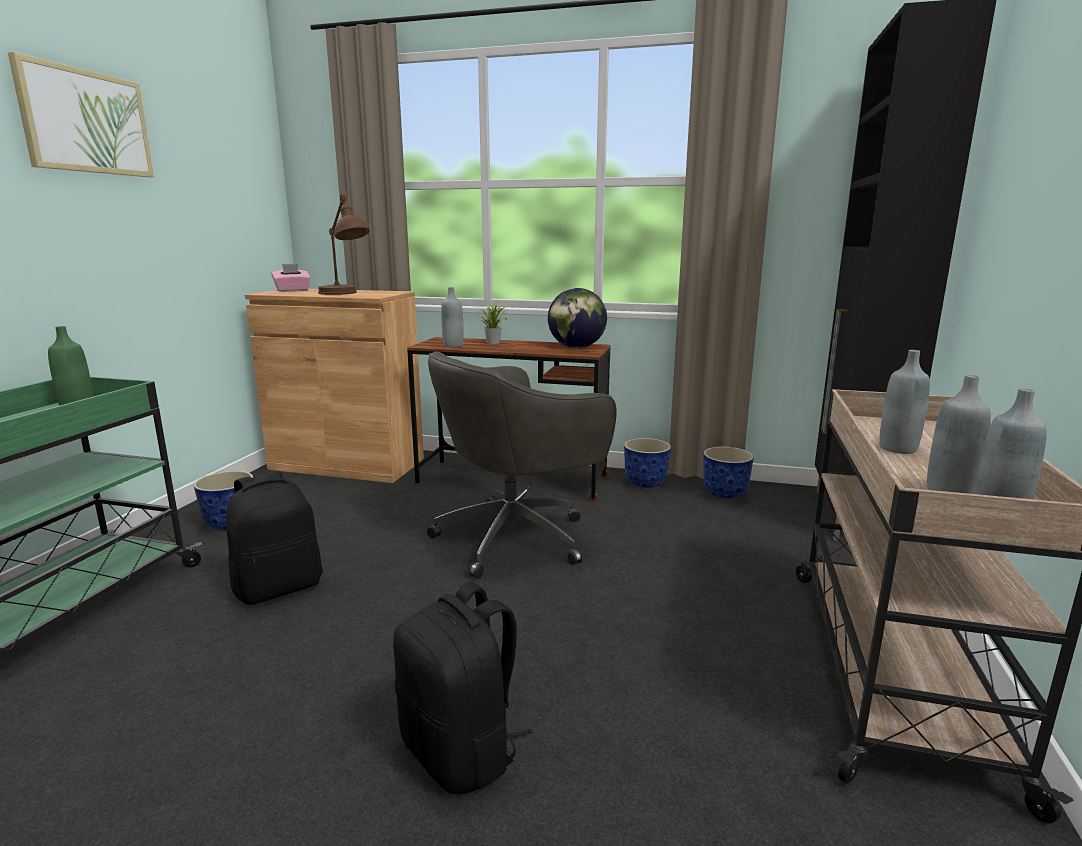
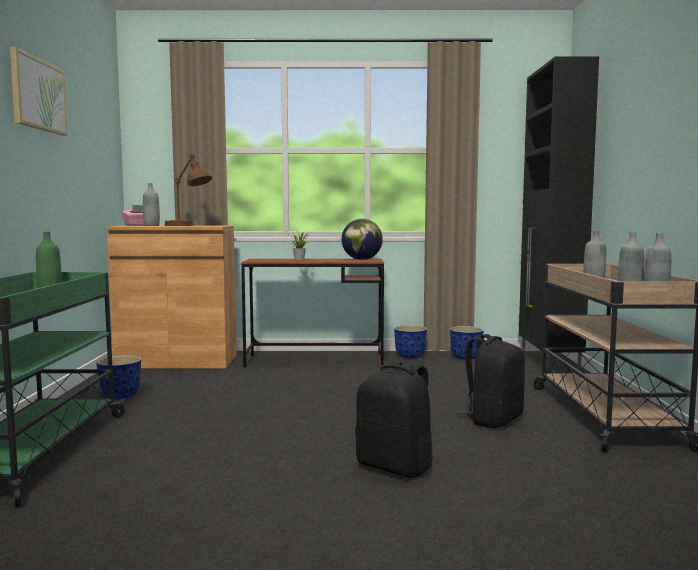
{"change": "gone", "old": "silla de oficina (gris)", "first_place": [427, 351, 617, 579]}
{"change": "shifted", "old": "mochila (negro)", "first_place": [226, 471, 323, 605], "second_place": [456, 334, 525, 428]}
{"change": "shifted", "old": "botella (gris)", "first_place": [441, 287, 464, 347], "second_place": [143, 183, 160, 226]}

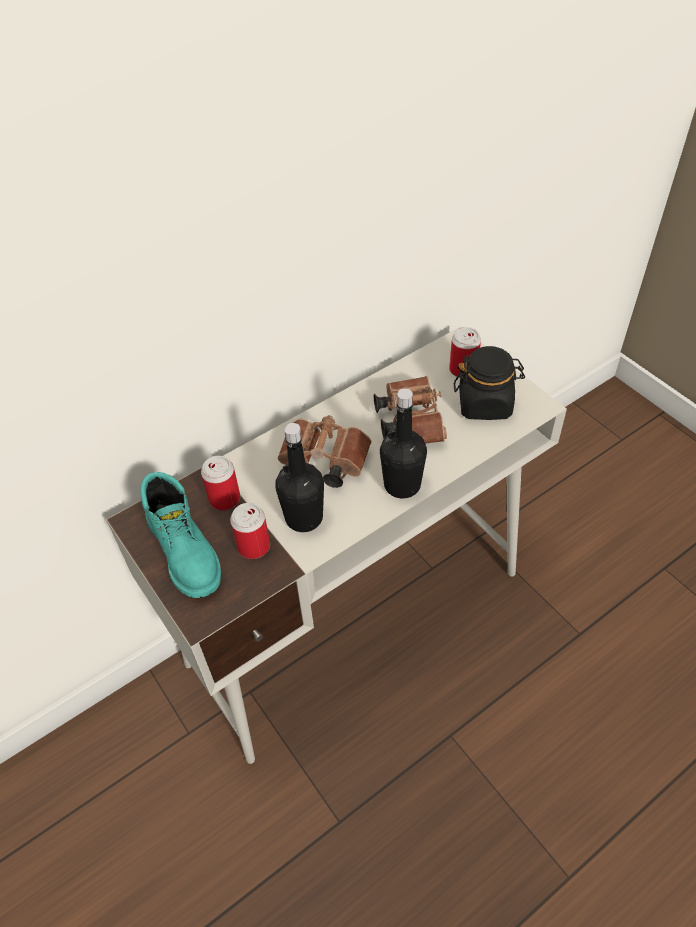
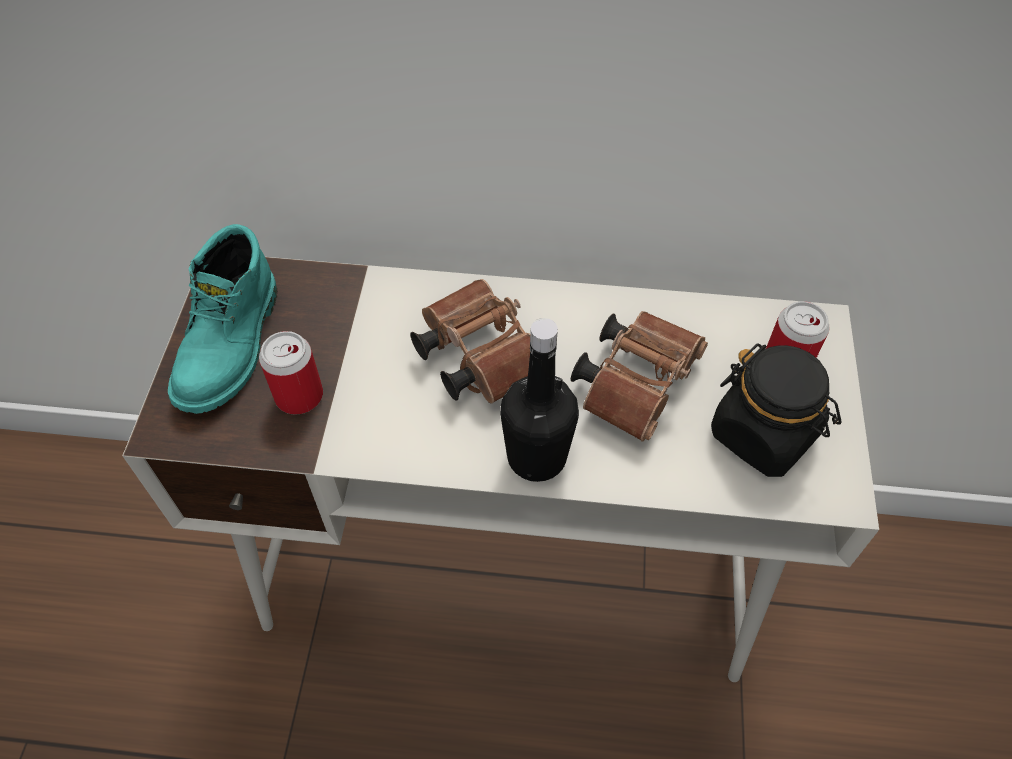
{"change": "gone", "old": "lata", "first_place": [201, 456, 240, 510]}
{"change": "gone", "old": "botella (negro)", "first_place": [275, 423, 324, 532]}

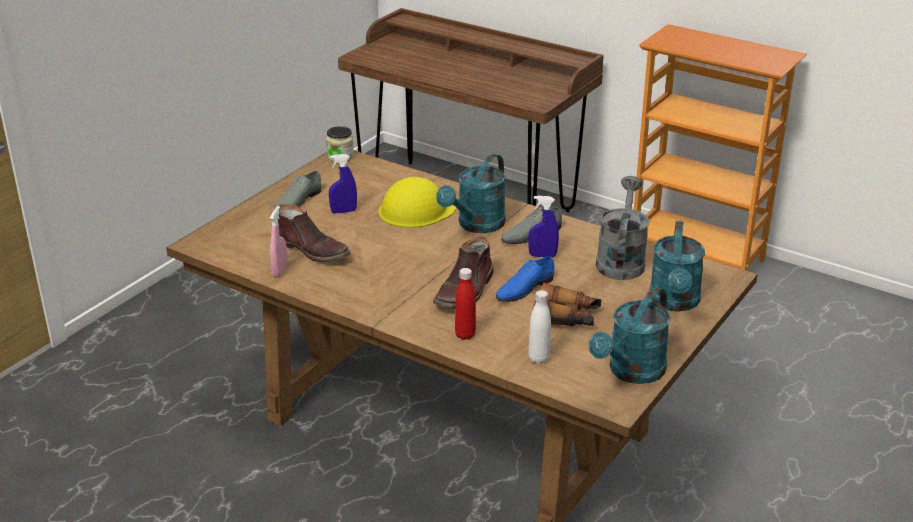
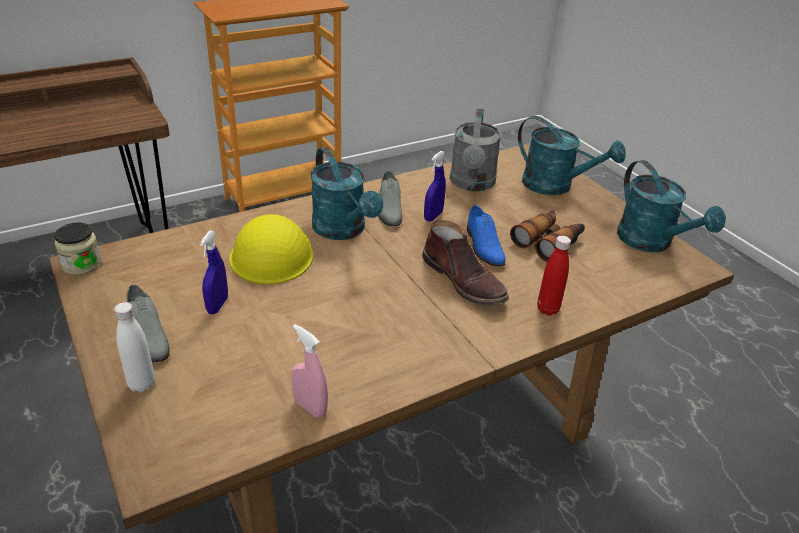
{"change": "gone", "old": "bota (marrón)", "first_place": [278, 204, 350, 262]}
{"change": "shifted", "old": "botella (blanco)", "first_place": [529, 290, 551, 364], "second_place": [114, 302, 155, 392]}
{"change": "rotated", "old": "regadera (gris)", "first_place": [596, 176, 650, 280], "second_place": [450, 108, 501, 191], "degrees": -120}

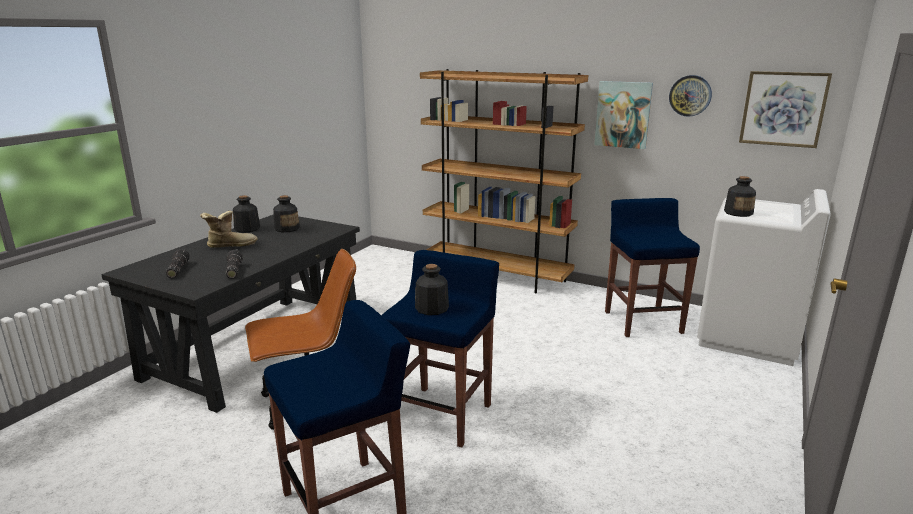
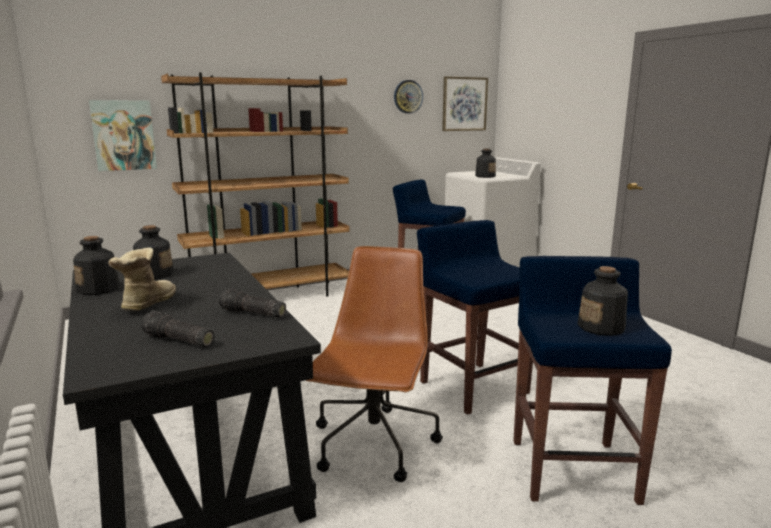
{"change": "shifted", "old": "botella", "first_place": [415, 264, 449, 315], "second_place": [577, 266, 628, 336]}
{"change": "shifted", "old": "cuadro", "first_place": [594, 81, 653, 149], "second_place": [89, 100, 157, 171]}

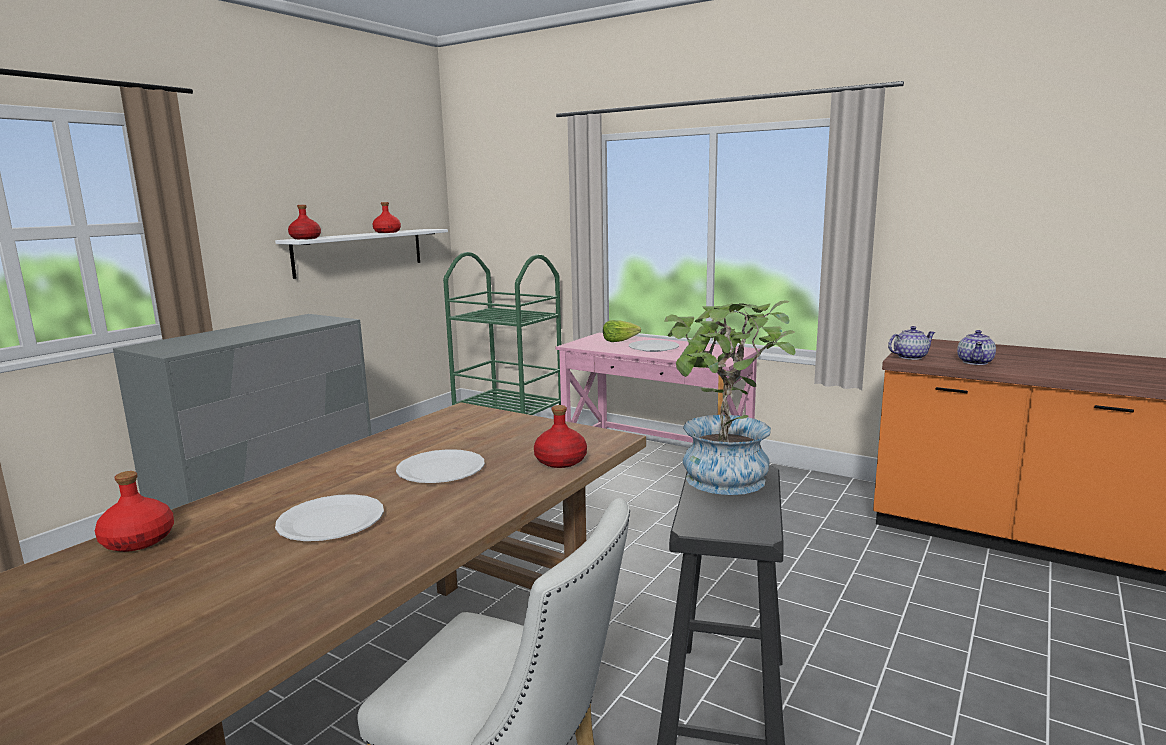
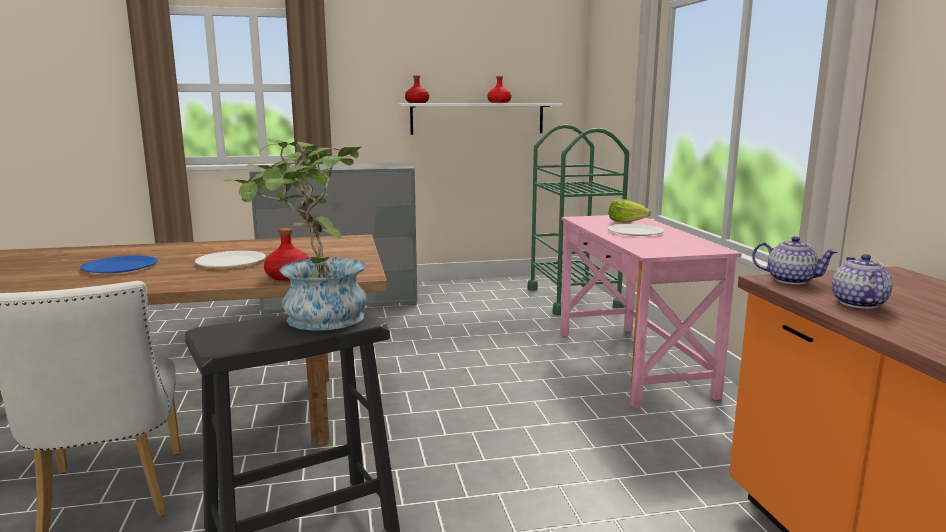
{"change": "gone", "old": "botella (rojo)", "first_place": [95, 471, 174, 552]}
{"change": "repainted", "old": "plato (blanco)", "new": "plato (azul)", "first_place": [275, 494, 384, 541], "second_place": [80, 255, 158, 273]}
{"change": "rotated", "old": "tetera", "first_place": [957, 330, 996, 365], "second_place": [832, 254, 893, 309], "degrees": 120}

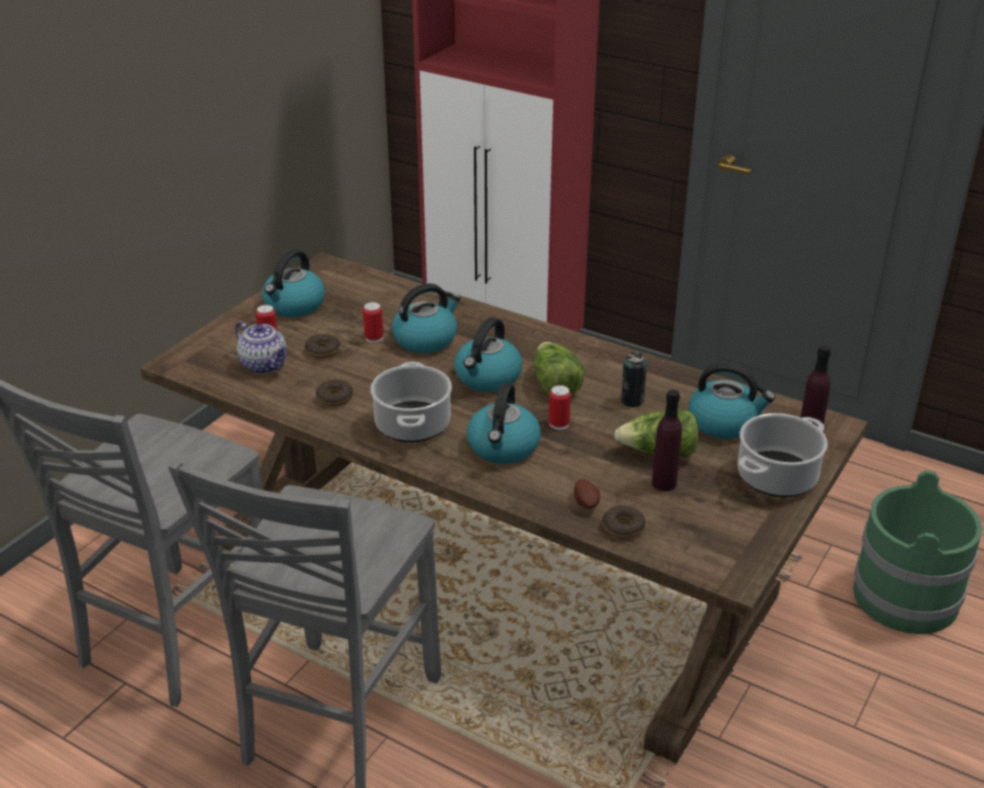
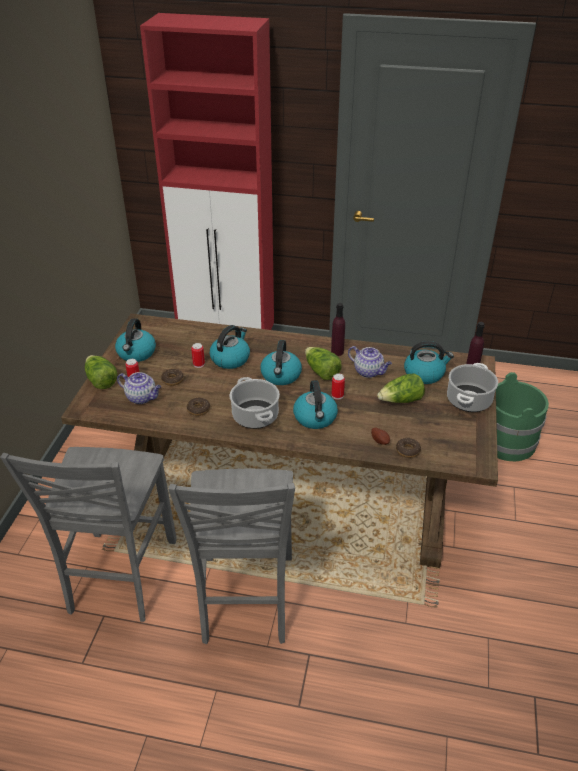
{"change": "new", "new": "lechuga", "second_place": [85, 355, 118, 389]}
{"change": "shifted", "old": "botella (morado)", "first_place": [652, 390, 682, 491], "second_place": [331, 303, 345, 356]}
{"change": "swapped", "old": "lata", "new": "tetera", "first_place": [621, 352, 647, 407], "second_place": [348, 346, 392, 378]}

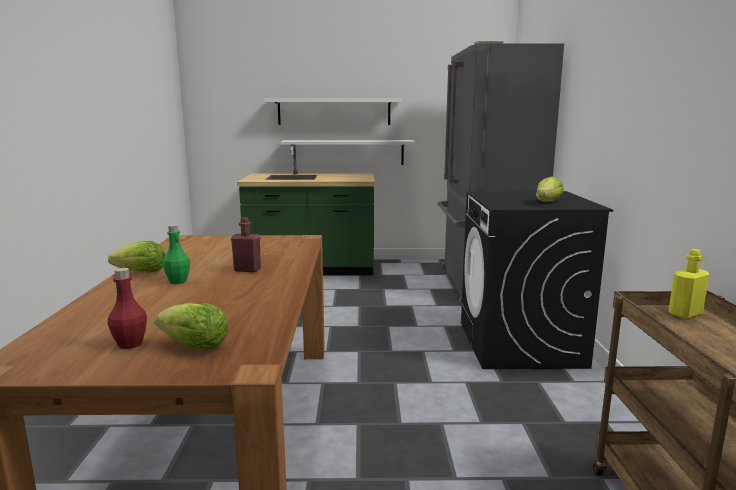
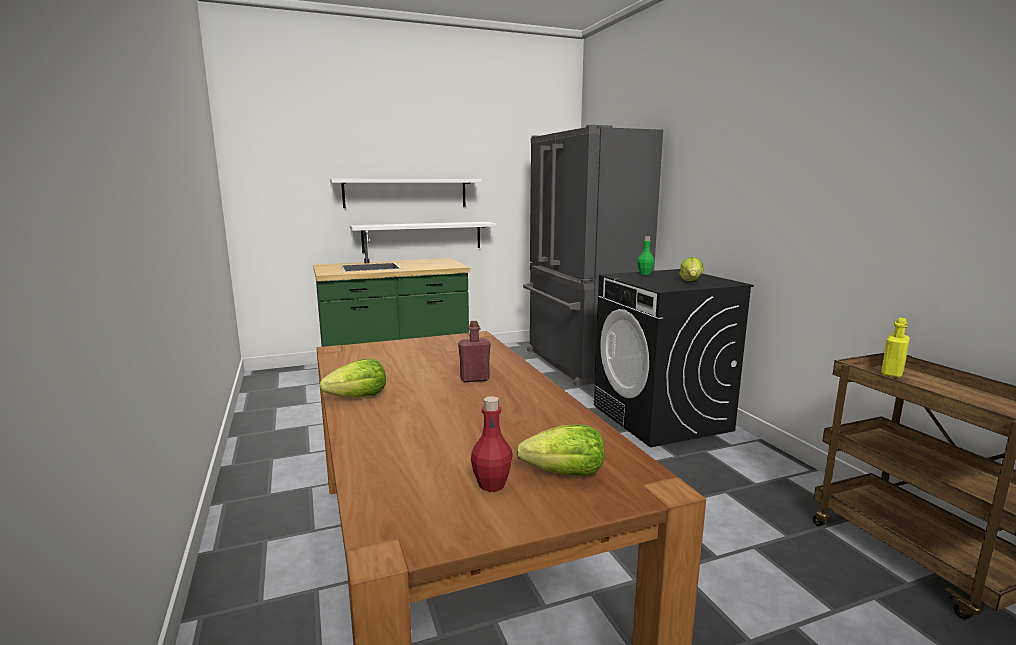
{"change": "shifted", "old": "botella (verde)", "first_place": [162, 225, 190, 284], "second_place": [637, 237, 654, 275]}

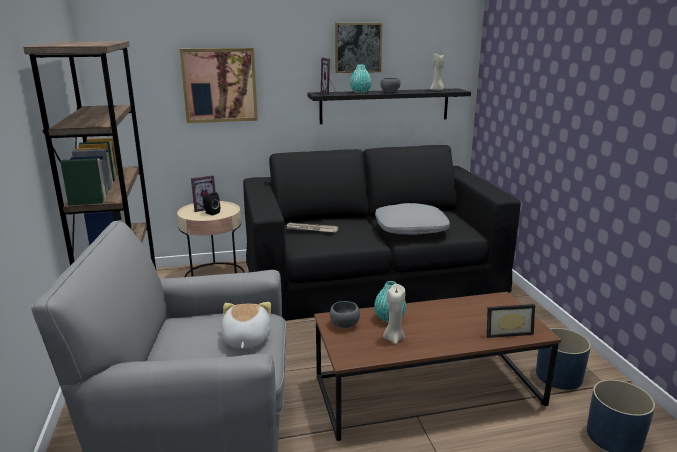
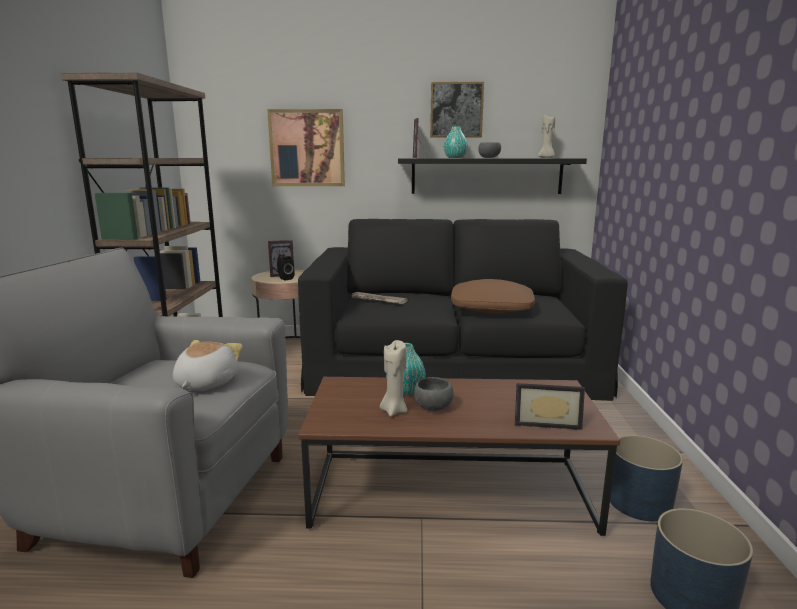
{"change": "shifted", "old": "cuenco (gris)", "first_place": [330, 301, 360, 328], "second_place": [414, 377, 454, 411]}
{"change": "repainted", "old": "cojín (gris)", "new": "cojín (marrón)", "first_place": [375, 203, 450, 235], "second_place": [451, 279, 535, 313]}

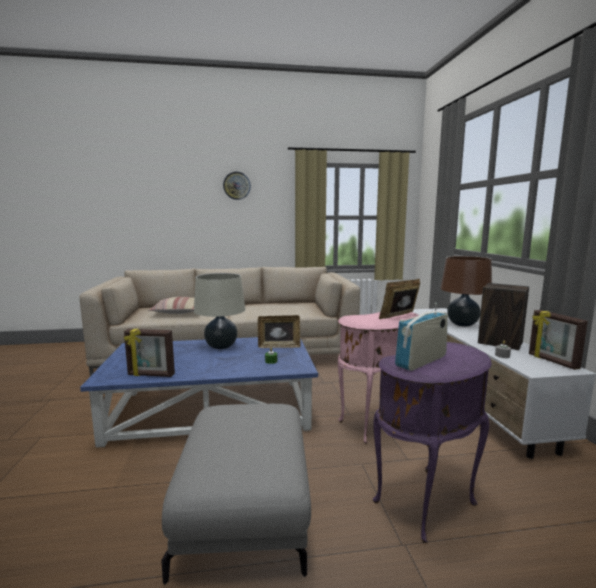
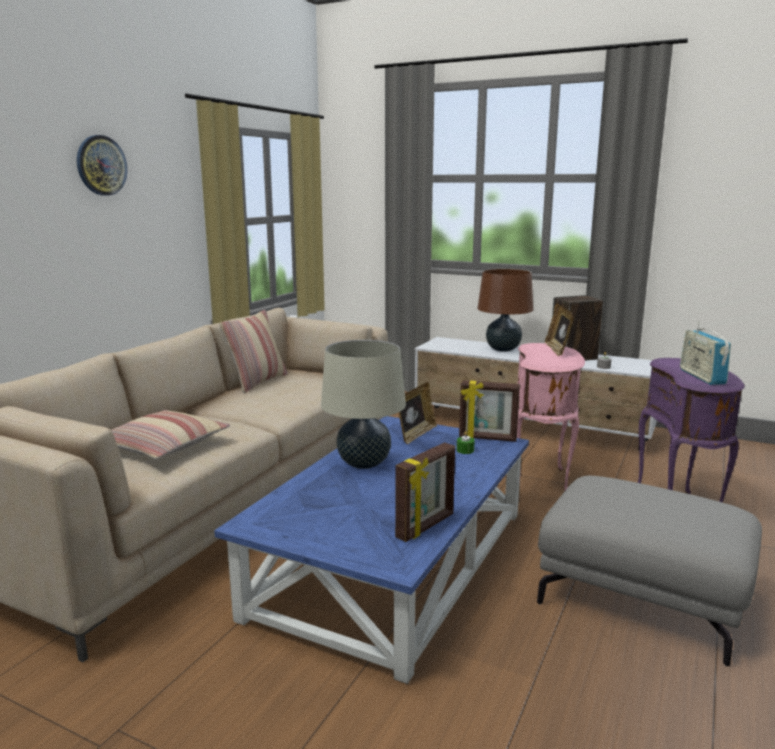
{"change": "new", "new": "cojín", "second_place": [219, 310, 288, 393]}
{"change": "shifted", "old": "portarretratos", "first_place": [529, 310, 588, 370], "second_place": [459, 380, 520, 442]}

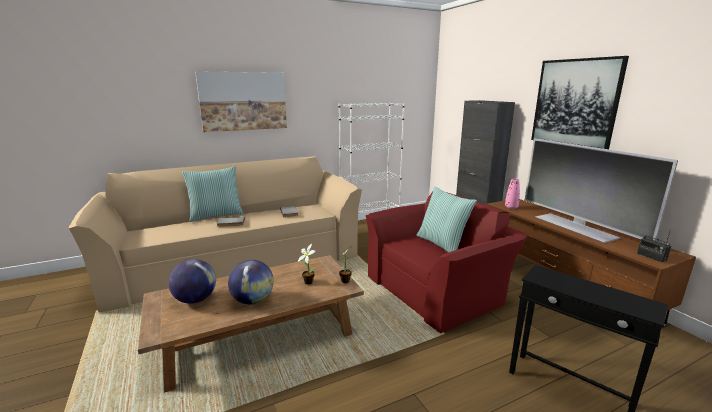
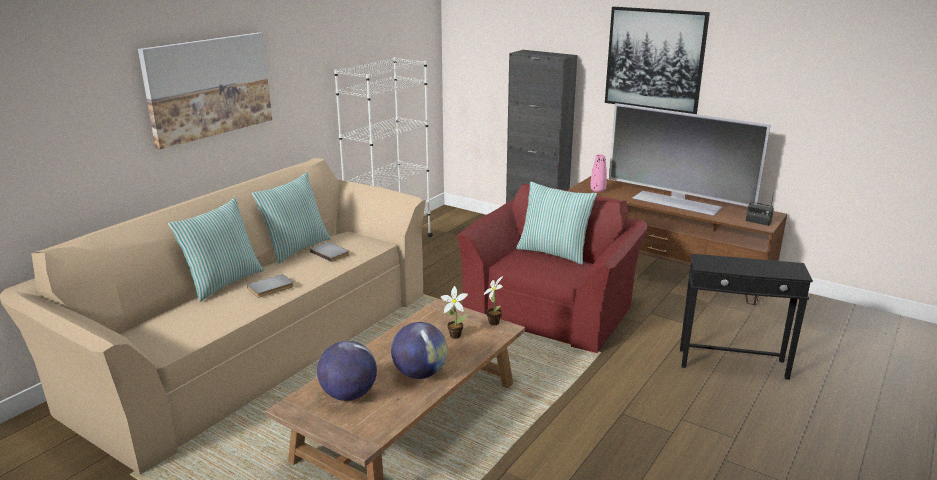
{"change": "new", "new": "cojín", "second_place": [252, 172, 331, 264]}

